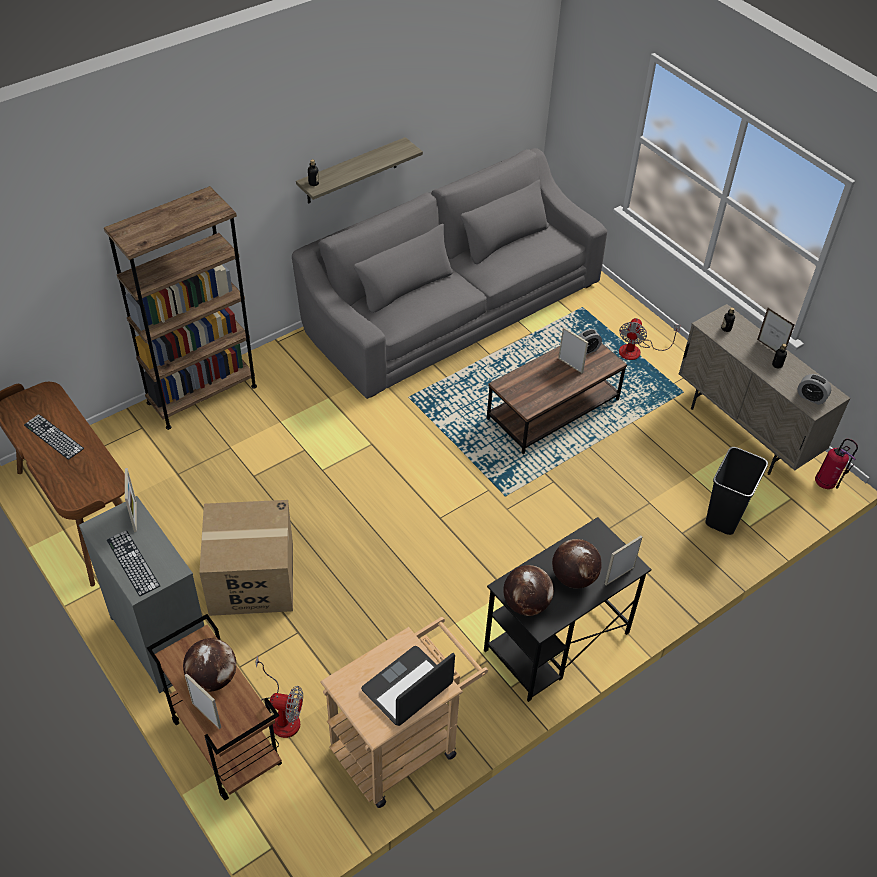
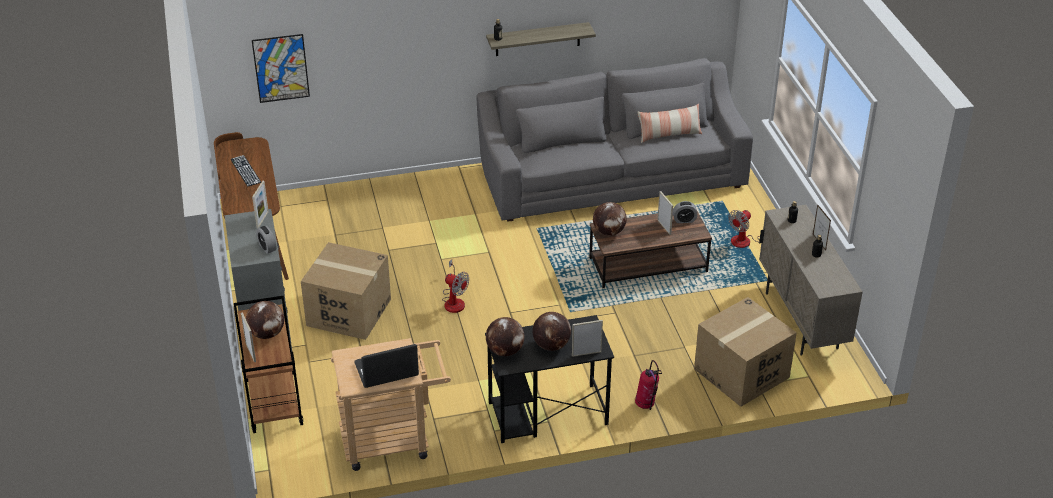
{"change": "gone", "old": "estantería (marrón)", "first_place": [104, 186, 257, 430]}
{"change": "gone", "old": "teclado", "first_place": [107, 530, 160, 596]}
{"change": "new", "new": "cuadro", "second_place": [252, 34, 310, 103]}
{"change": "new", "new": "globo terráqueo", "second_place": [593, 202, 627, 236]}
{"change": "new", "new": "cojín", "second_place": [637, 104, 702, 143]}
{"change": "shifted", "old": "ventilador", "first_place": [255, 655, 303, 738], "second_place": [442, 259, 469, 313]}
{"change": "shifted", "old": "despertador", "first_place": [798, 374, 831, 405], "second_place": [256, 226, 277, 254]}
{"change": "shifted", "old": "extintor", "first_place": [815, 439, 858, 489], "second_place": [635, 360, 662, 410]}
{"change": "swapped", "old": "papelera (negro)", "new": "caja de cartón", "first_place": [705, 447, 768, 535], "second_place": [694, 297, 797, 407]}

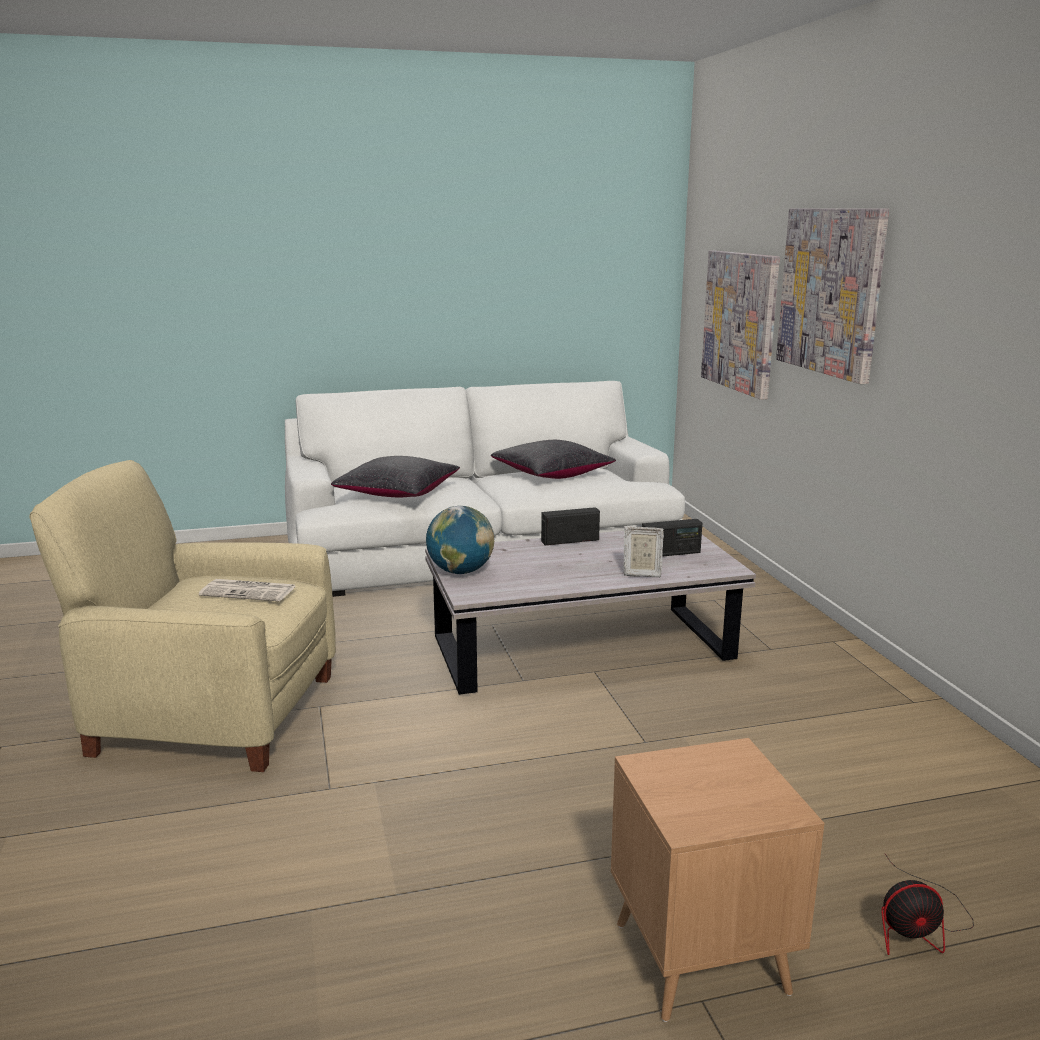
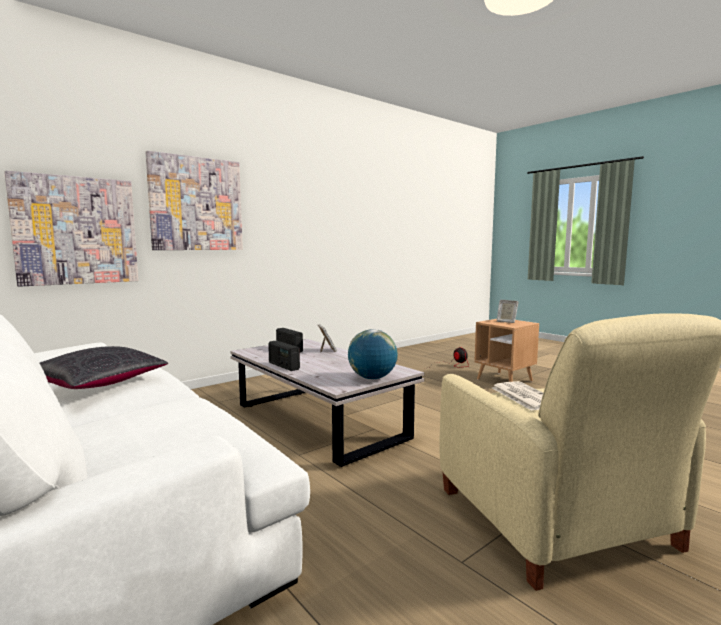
{"change": "gone", "old": "cojín (negro)", "first_place": [331, 456, 460, 497]}
{"change": "new", "new": "portarretratos", "second_place": [497, 300, 519, 323]}

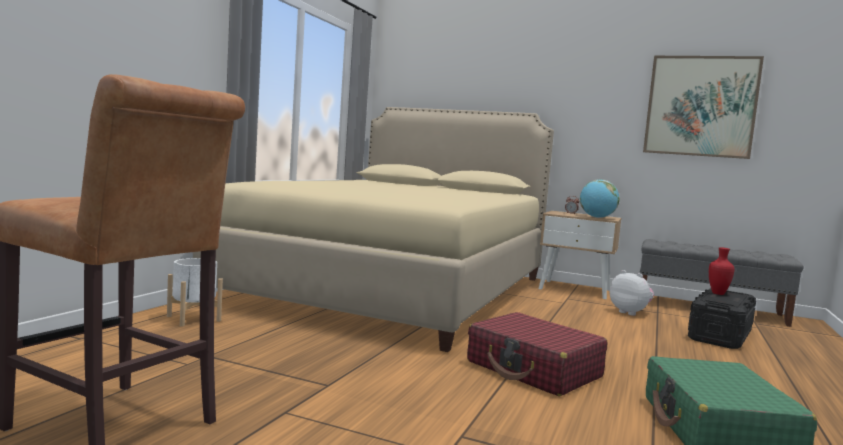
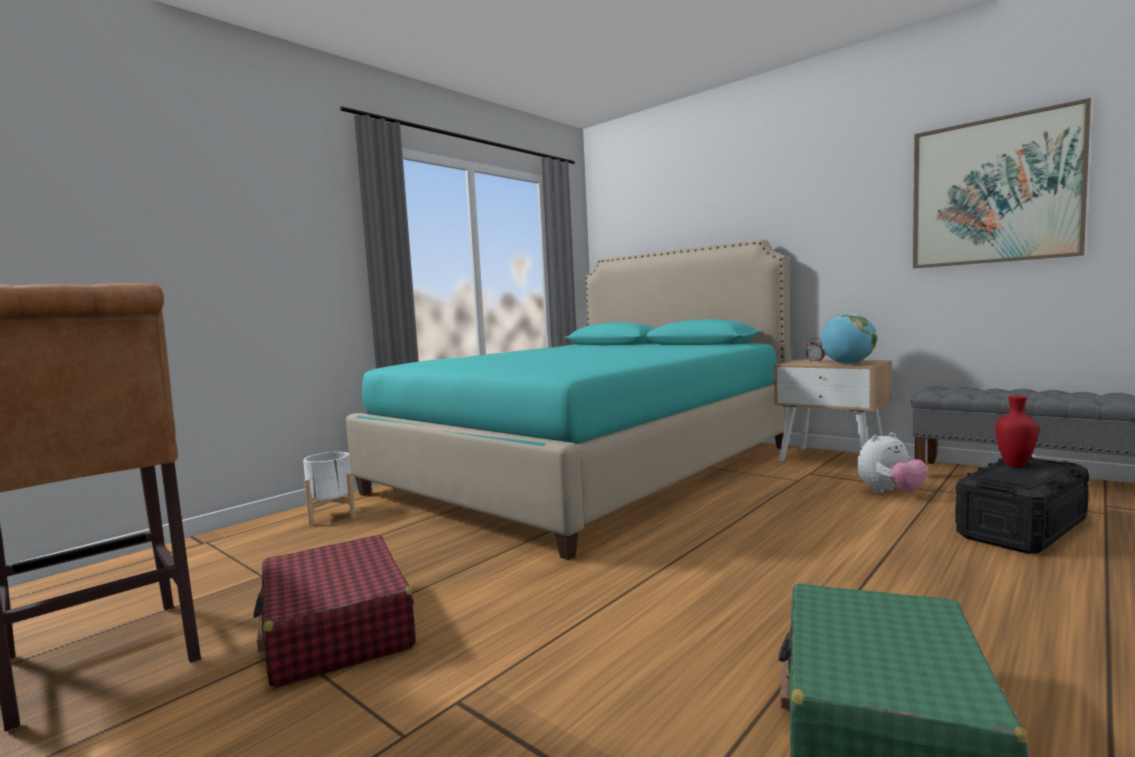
{"change": "shifted", "old": "maleta (rojo)", "first_place": [467, 312, 608, 396], "second_place": [253, 535, 416, 688]}
{"change": "repainted", "old": "cama (beis)", "new": "cama (turquesa)", "first_place": [193, 107, 554, 352], "second_place": [346, 240, 790, 560]}
{"change": "rotated", "old": "peluche", "first_place": [609, 270, 654, 316], "second_place": [857, 432, 928, 493], "degrees": 90}

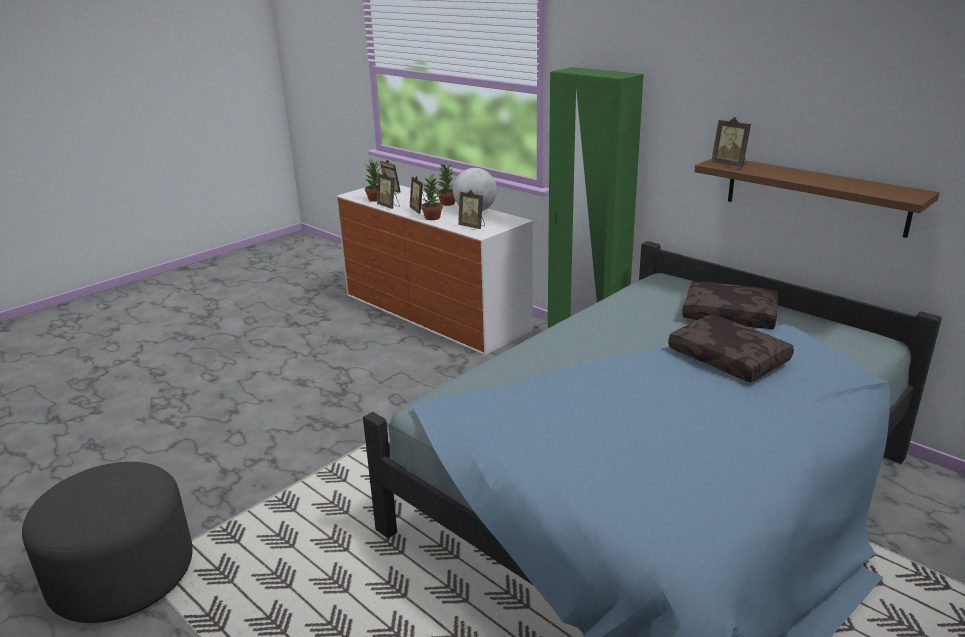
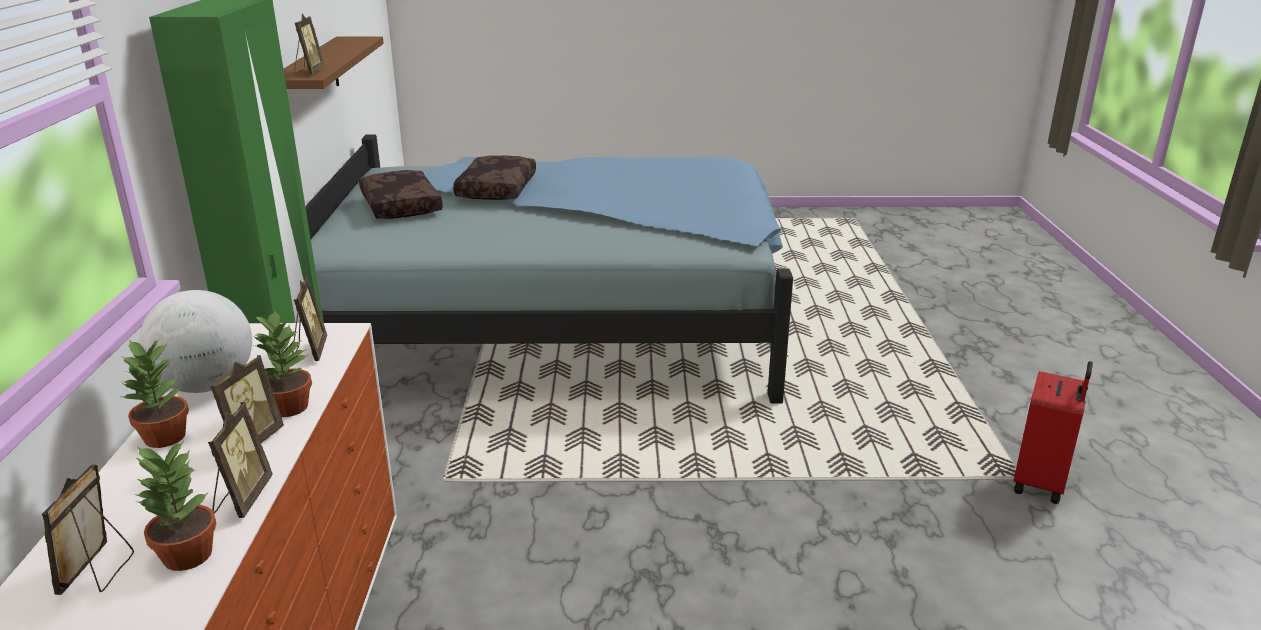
{"change": "swapped", "old": "puf (gris)", "new": "maleta (rojo)", "first_place": [22, 462, 193, 623], "second_place": [1014, 361, 1093, 504]}

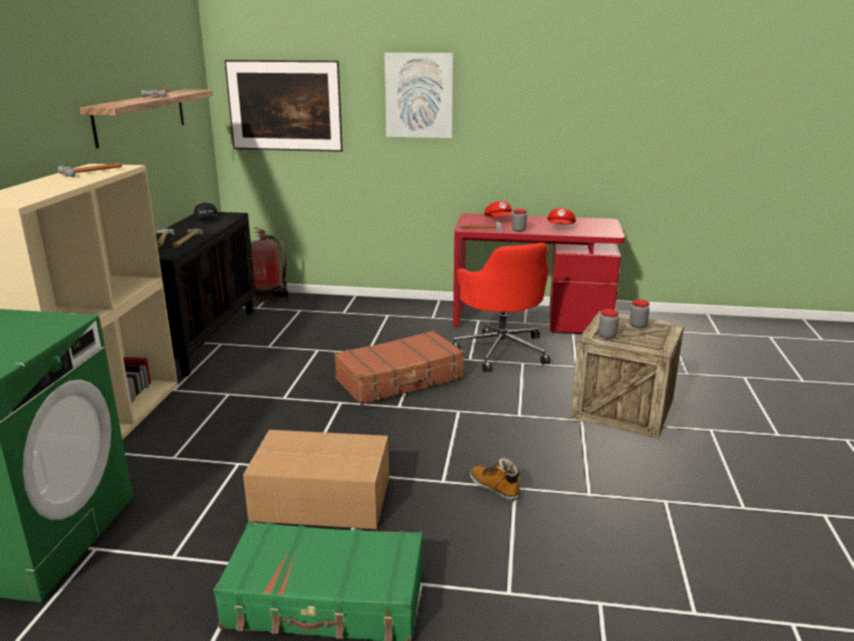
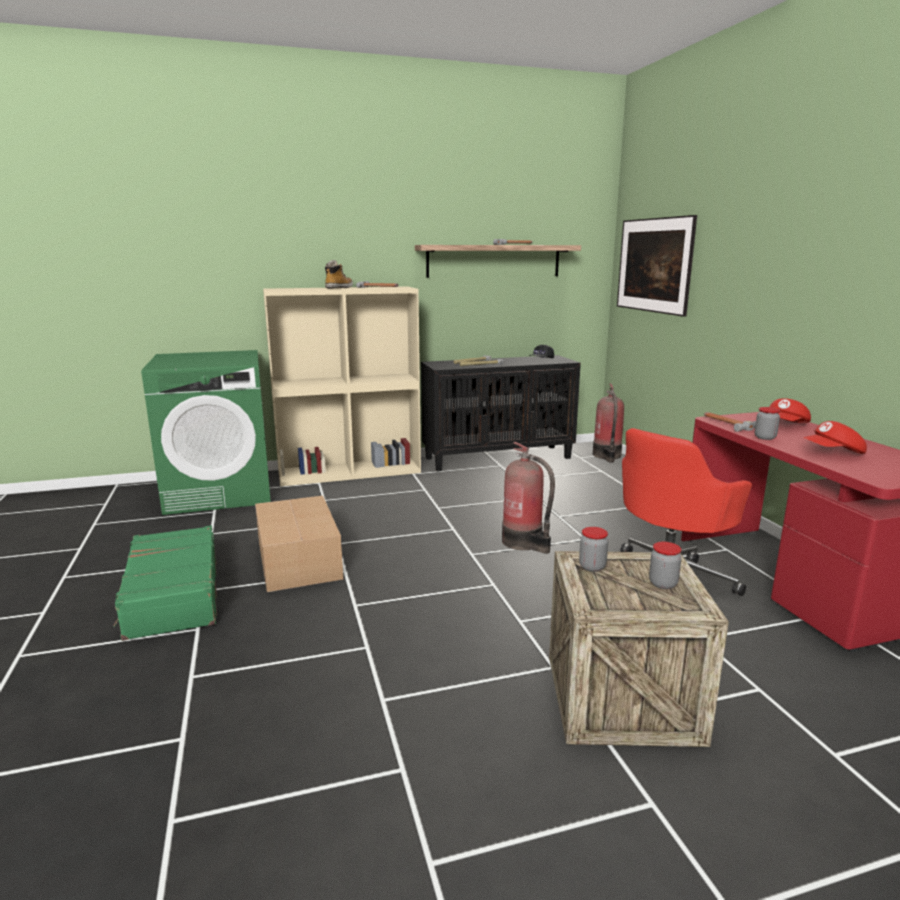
{"change": "gone", "old": "cuadro", "first_place": [384, 53, 453, 138]}
{"change": "shifted", "old": "bota", "first_place": [470, 458, 521, 501], "second_place": [325, 260, 353, 289]}
{"change": "swapped", "old": "maleta (marrón)", "new": "extintor", "first_place": [334, 331, 464, 405], "second_place": [502, 442, 555, 554]}

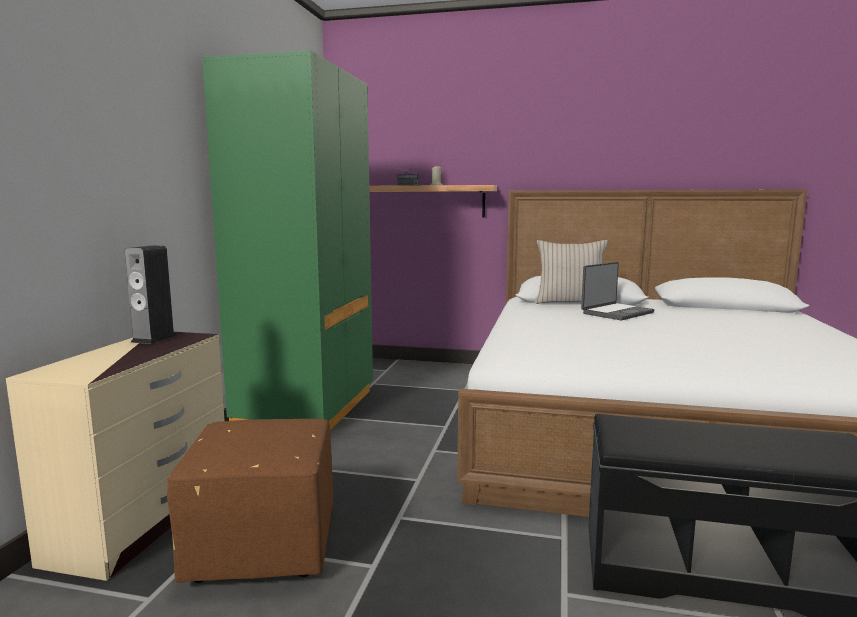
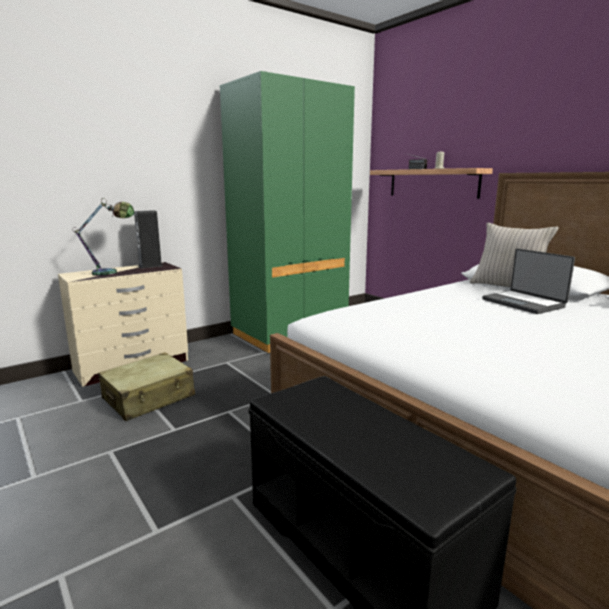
{"change": "new", "new": "lámpara de mesa", "second_place": [72, 198, 134, 276]}
{"change": "swapped", "old": "puf (marrón)", "new": "maleta (beis)", "first_place": [167, 419, 333, 583], "second_place": [98, 352, 195, 421]}
{"change": "rotated", "old": "portátil", "first_place": [581, 262, 654, 320], "second_place": [482, 249, 575, 314], "degrees": 60}

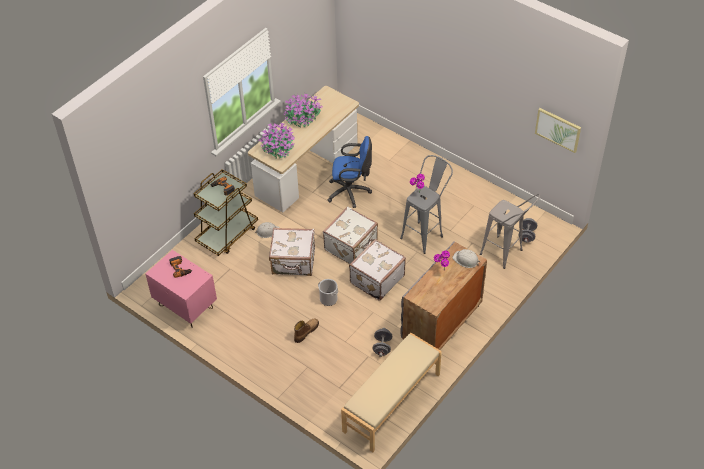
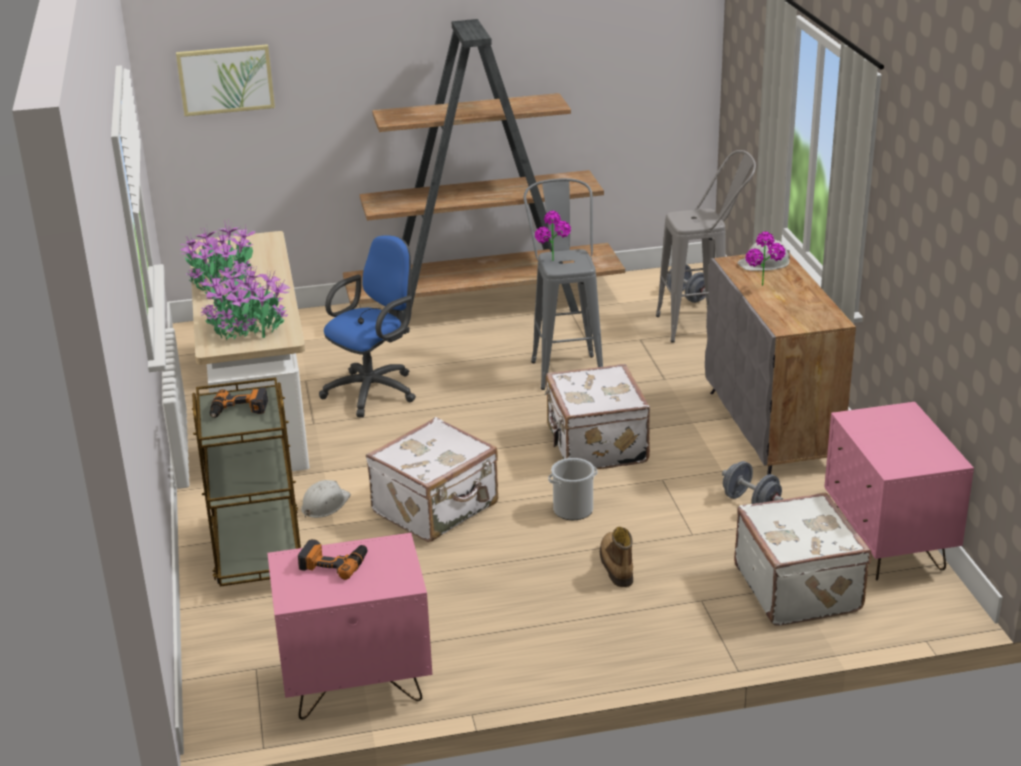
{"change": "new", "new": "estantería (marrón)", "second_place": [343, 19, 625, 334]}
{"change": "shifted", "old": "maleta (blanco)", "first_place": [323, 206, 378, 264], "second_place": [734, 493, 872, 626]}
{"change": "shifted", "old": "cuadro", "first_place": [535, 108, 581, 153], "second_place": [176, 44, 275, 116]}
{"change": "swapped", "old": "banco (beis)", "new": "mesita de noche (rosa)", "first_place": [341, 333, 442, 452], "second_place": [824, 402, 974, 580]}

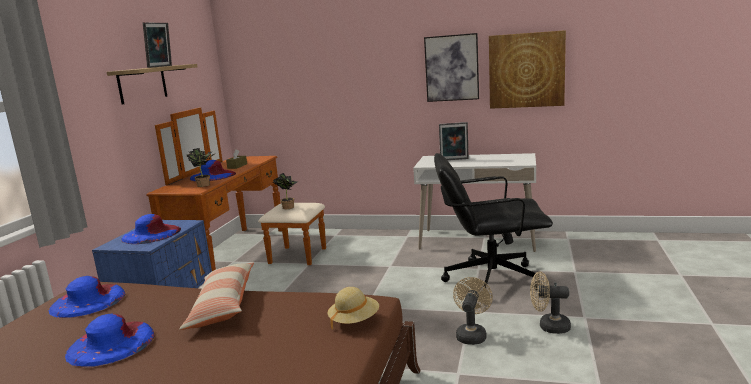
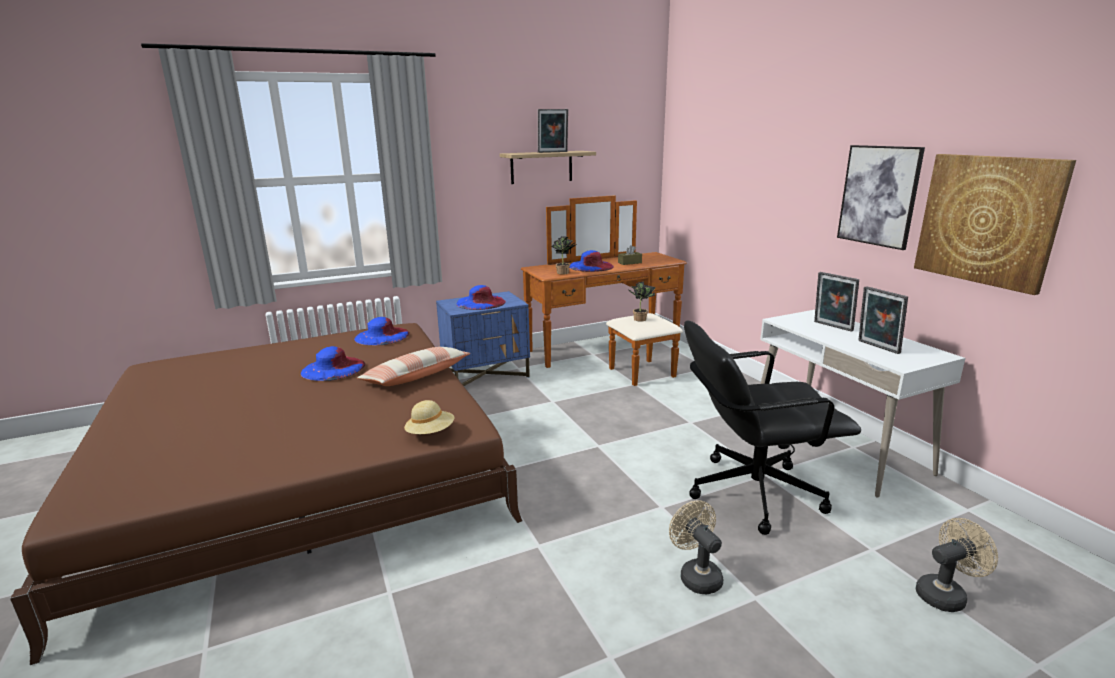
{"change": "new", "new": "portarretratos", "second_place": [858, 286, 908, 354]}
{"change": "shifted", "old": "ventilador (beis)", "first_place": [453, 277, 493, 345], "second_place": [916, 518, 998, 612]}
{"change": "rotated", "old": "silla de oficina (negro)", "first_place": [434, 153, 553, 290], "second_place": [684, 320, 861, 535], "degrees": -60}

